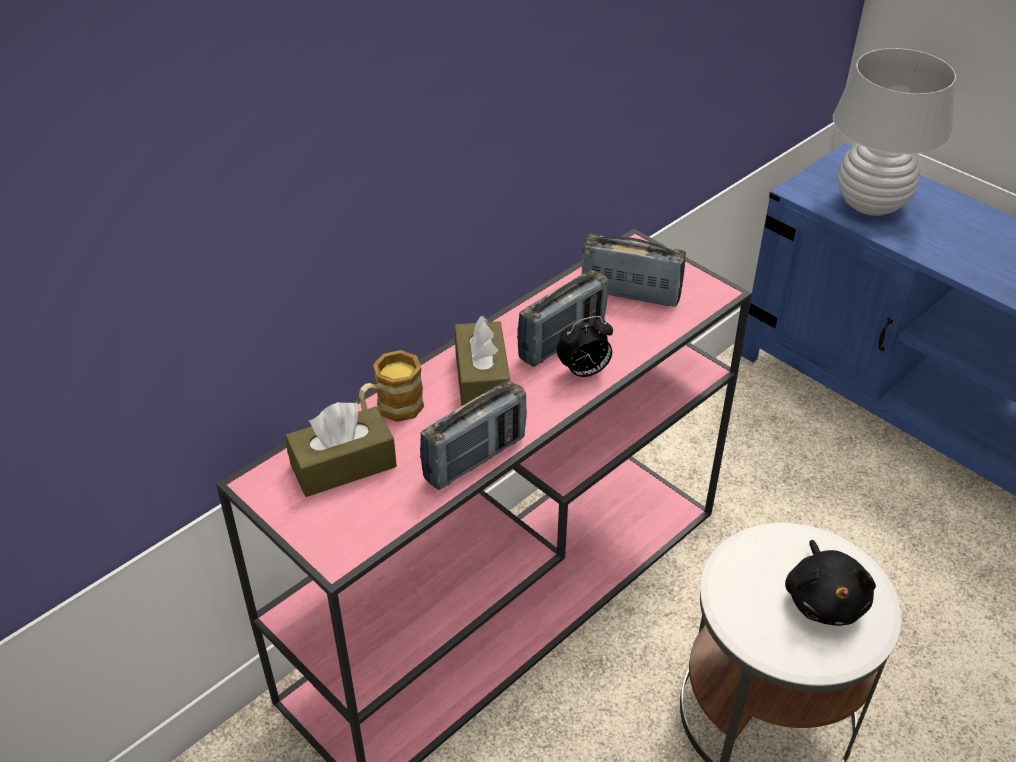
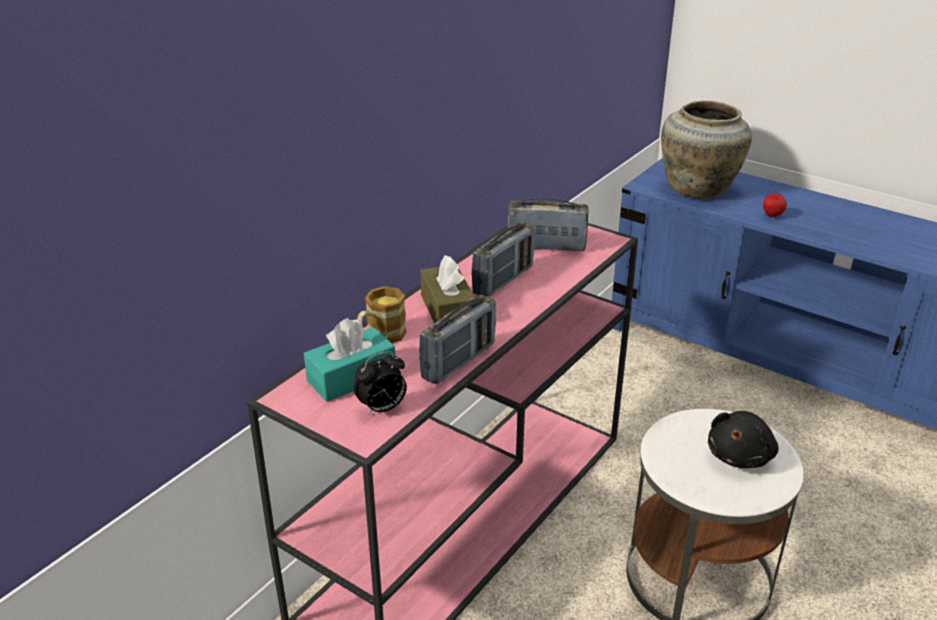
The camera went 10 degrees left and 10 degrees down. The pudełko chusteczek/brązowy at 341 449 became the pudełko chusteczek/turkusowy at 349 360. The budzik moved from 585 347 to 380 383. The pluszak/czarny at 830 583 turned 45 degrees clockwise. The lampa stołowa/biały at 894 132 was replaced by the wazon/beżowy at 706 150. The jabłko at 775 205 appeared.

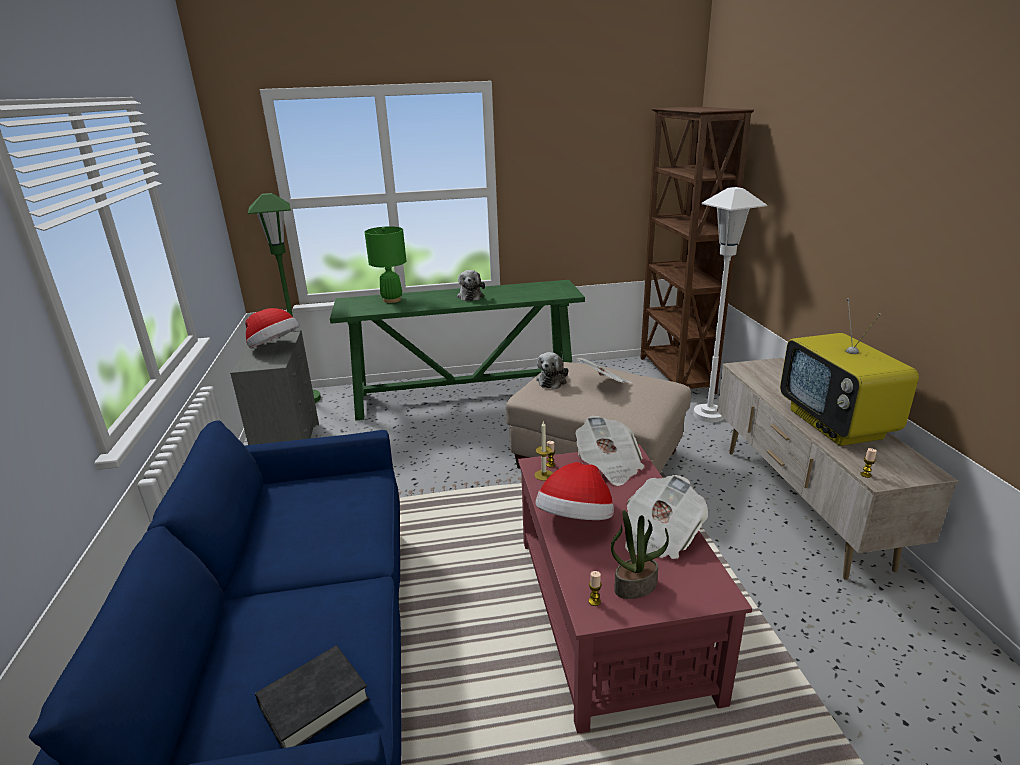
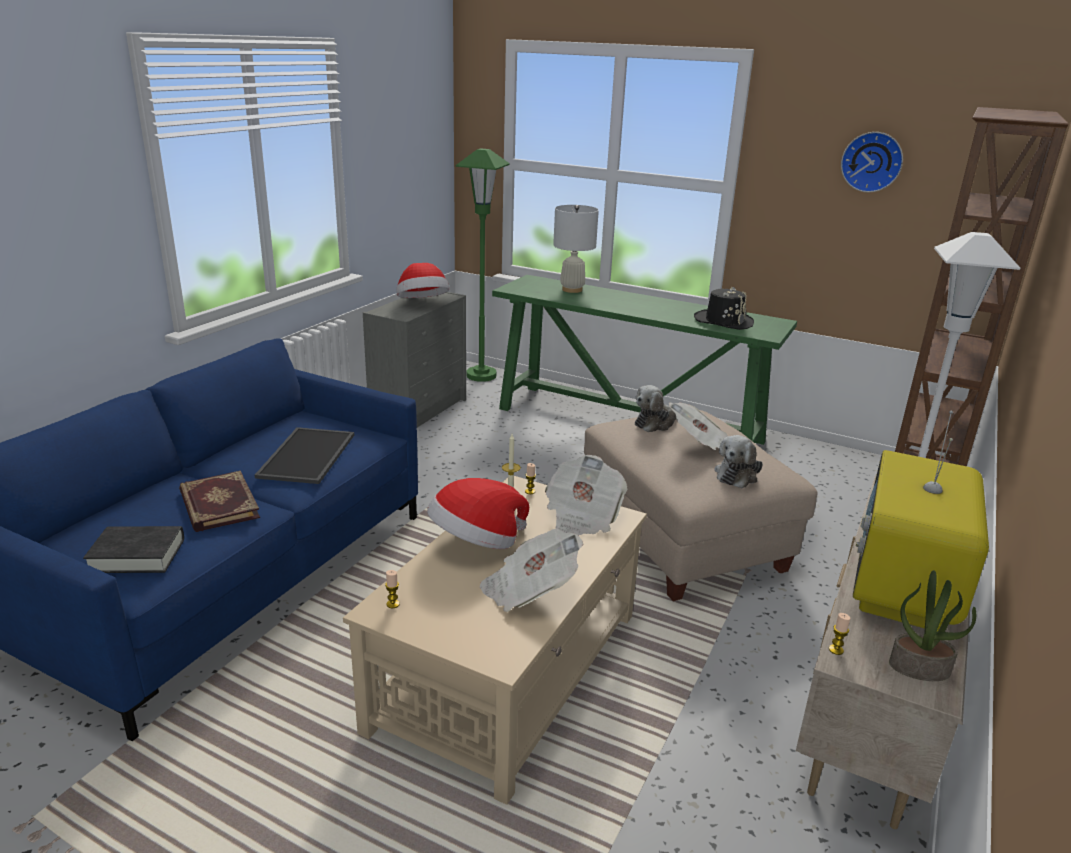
The camera went 35 degrees right and 0 degrees up. The lampa stołowa/zielony at 385 264 became the lampa stołowa/biały at 576 249. The pluszak moved from 471 285 to 738 461. The ława/czerwony at 635 589 became the ława/beżowy at 495 640. The roślina doniczkowa moved from 640 554 to 932 625. The książka at 219 501 appeared. The taca at 304 455 appeared. The kapelusz/czarny at 724 308 appeared. The zegar ścienny at 872 162 appeared.

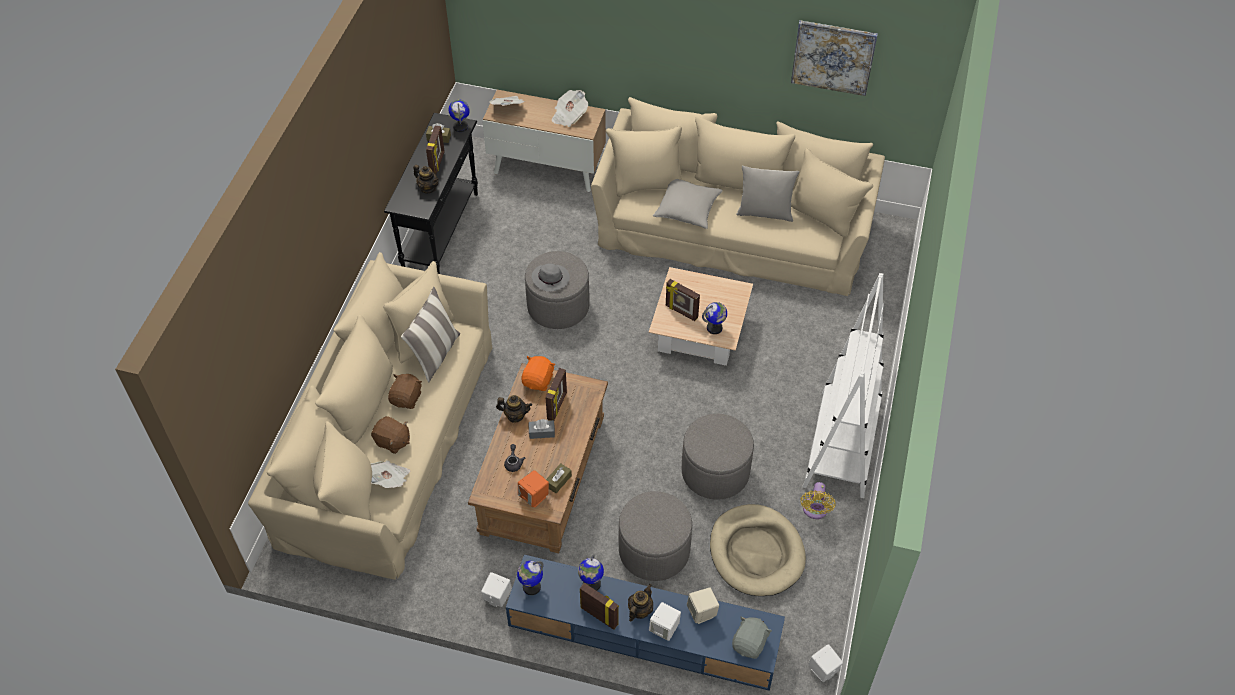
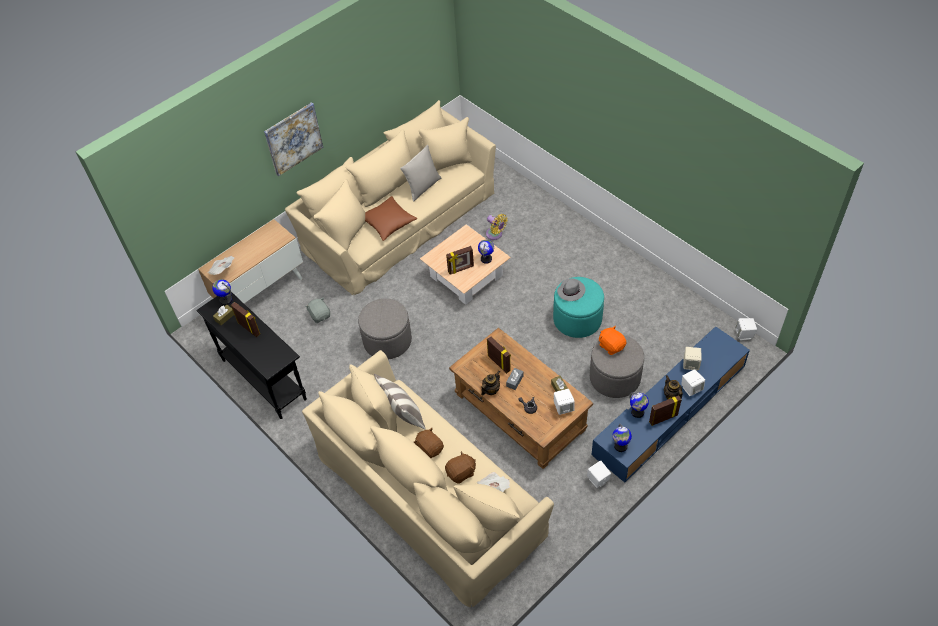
The camera went 55 degrees left and 0 degrees up. The imbryk at 426 179 disappeared. The głośnik/pomarańczowy at 533 489 became the głośnik/biały at 564 402. The pluszak/pomarańczowy moved from 538 373 to 613 340. The kapelusz/szary moved from 551 277 to 571 289. The gazeta at 569 108 disappeared. The poduszka/szary at 688 204 became the poduszka/brązowy at 391 218. The pufa/szary at 718 457 became the pufa/turkusowy at 578 307. The legowisko/beżowy at 758 550 disappeared. The pluszak/szary moved from 752 638 to 317 310. The obraz moved from 834 58 to 293 139. The wentylator/żółty moved from 818 500 to 497 227. The regał/biały at 843 385 disappeared.

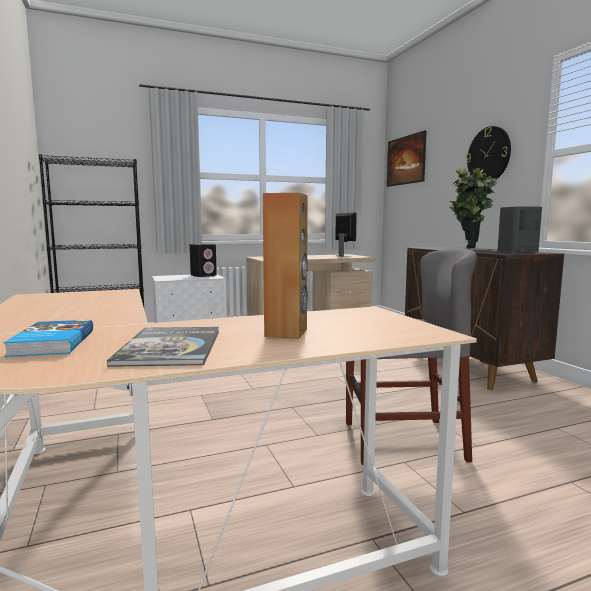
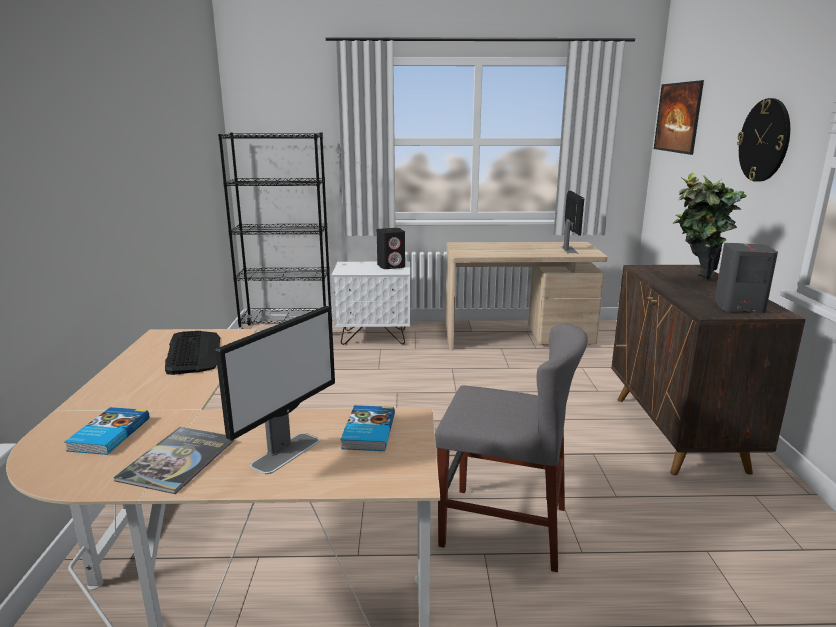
The camera went 20 degrees right and 10 degrees up. The głośnik/brązowy at 285 266 was replaced by the monitor at 275 390. The klawiatura at 192 353 appeared. The książka at 367 428 appeared.

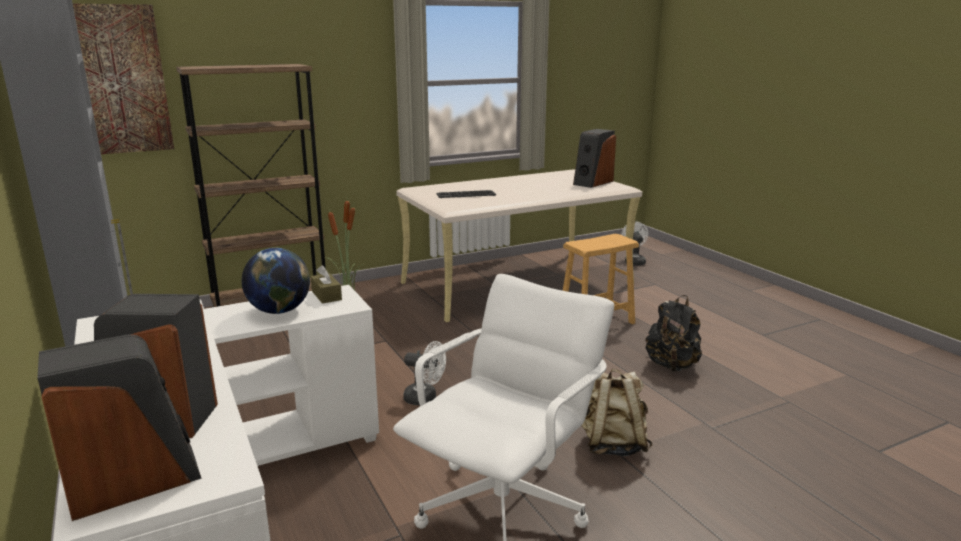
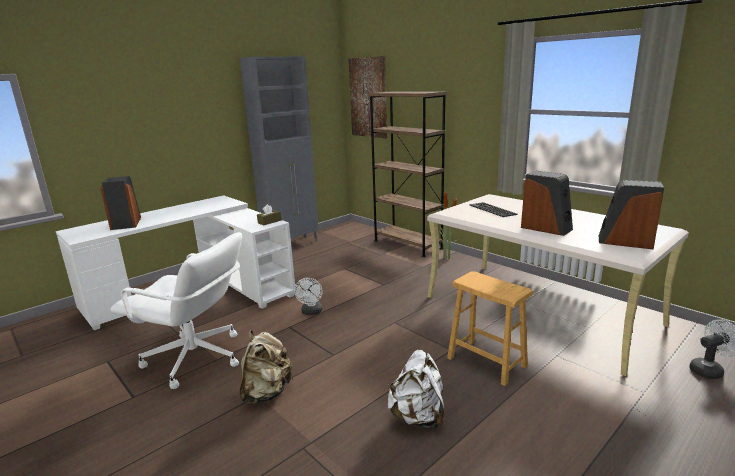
The camera went 75 degrees right and 0 degrees up. The głośnik moved from 119 427 to 547 203. The globus at 276 281 disappeared. The plecak/czarny at 673 333 became the plecak/biały at 416 389.

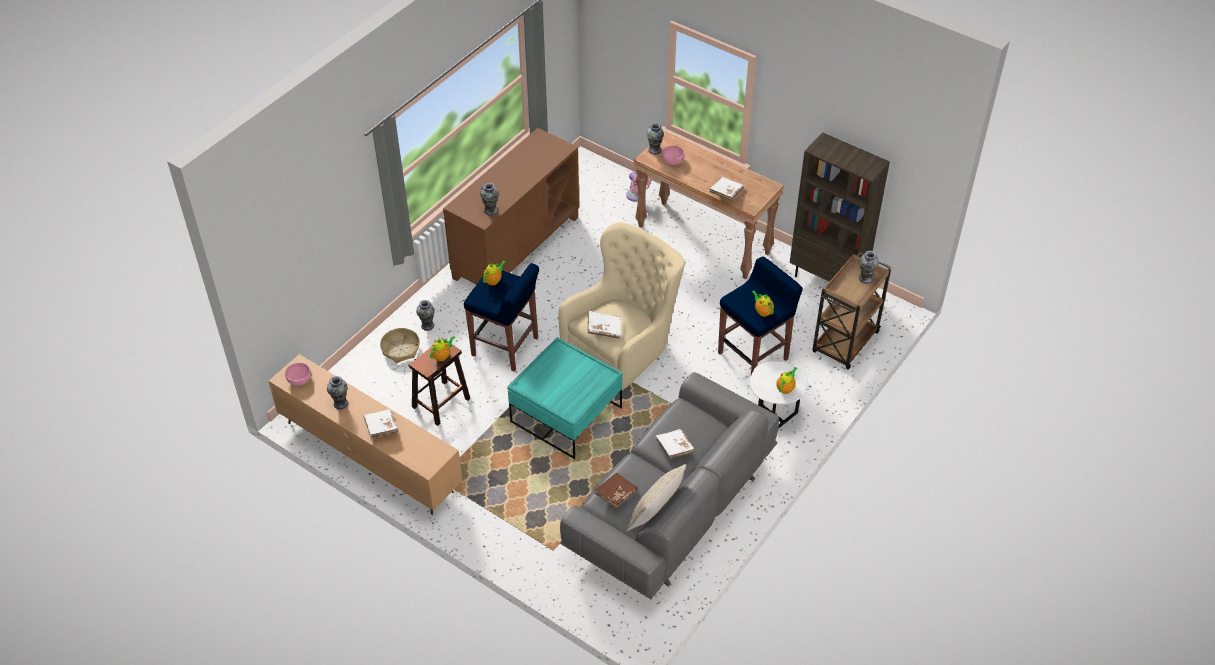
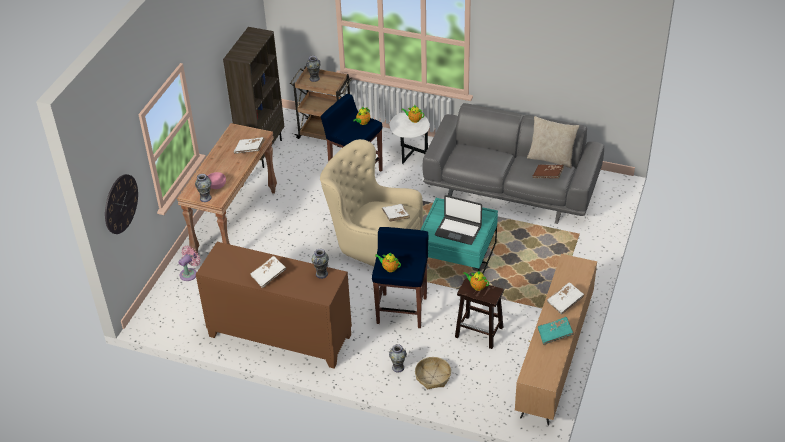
The camera went 105 degrees left and 5 degrees down. The miska/różowy at 298 374 disappeared. The wazon at 337 393 was replaced by the książka/turkusowy at 556 331. The książka/biały moved from 675 444 to 268 272. The zegar ścienny at 121 204 appeared. The laptop at 458 220 appeared.

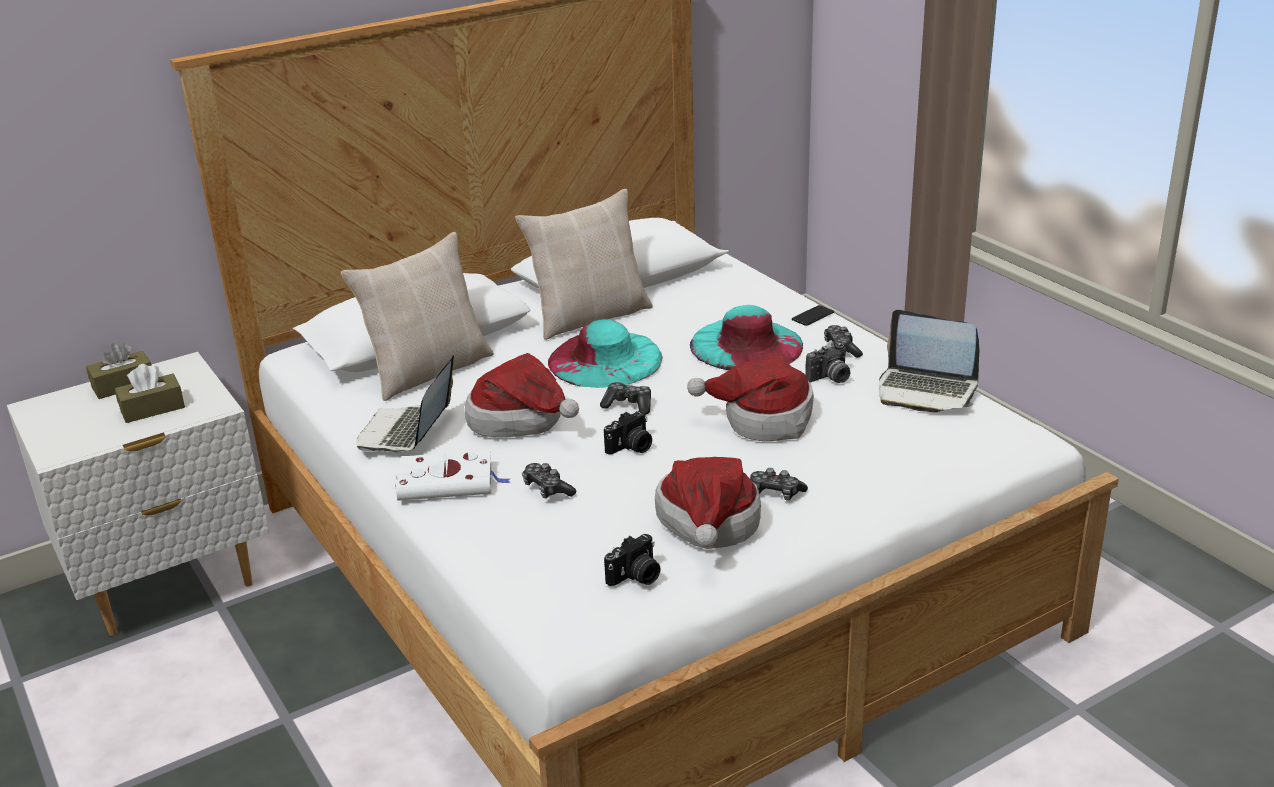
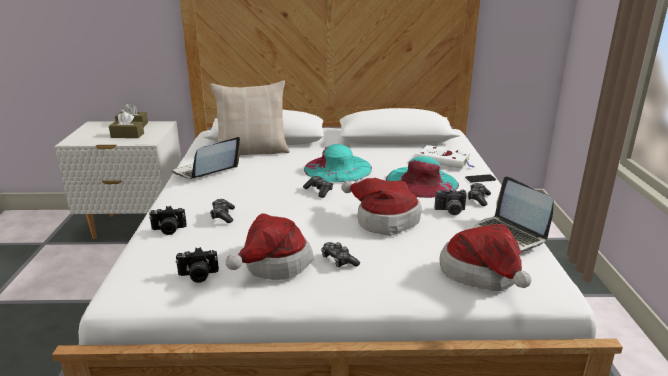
The camera went 30 degrees right and 5 degrees down. The książka/biały moved from 452 475 to 446 157. The kapelusz moved from 522 395 to 485 257. The poduszka/beżowy at 584 264 disappeared. The aparat fotograficzny moved from 628 433 to 168 220.

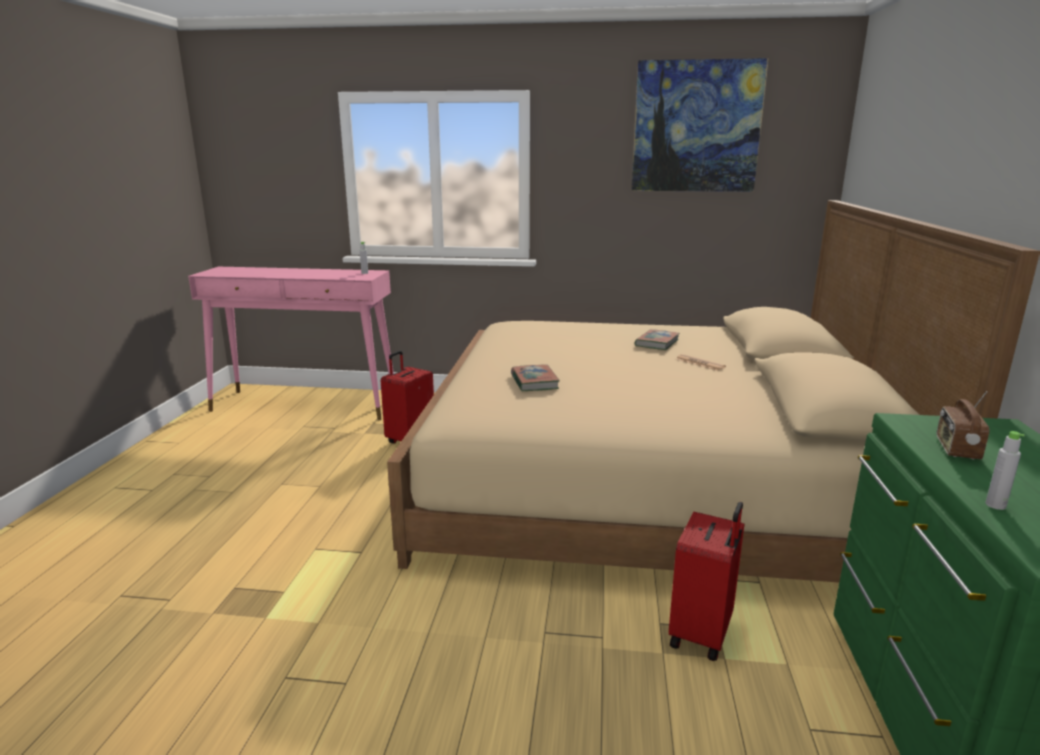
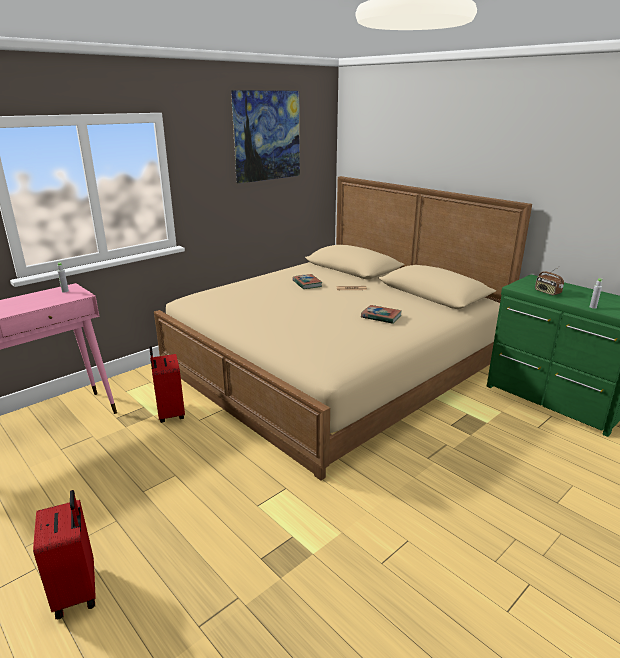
The camera went 50 degrees left and 5 degrees up. The książka moved from 535 378 to 381 314. The walizka/czerwony moved from 706 581 to 64 555.

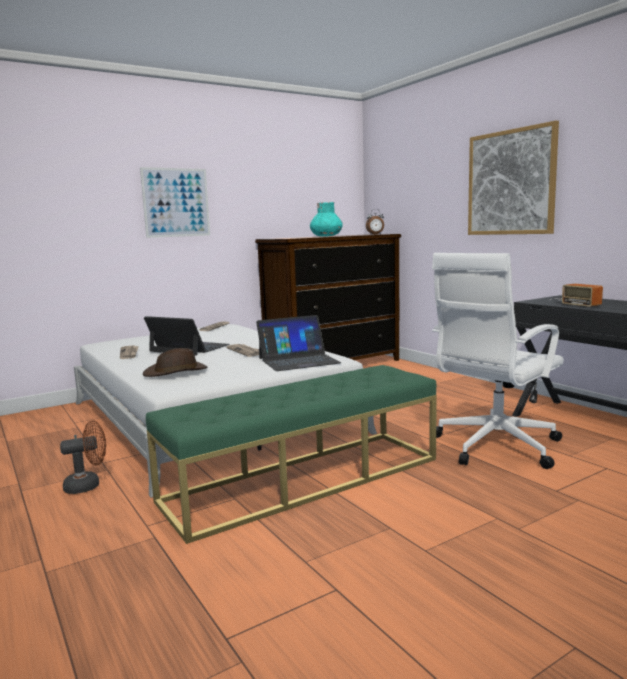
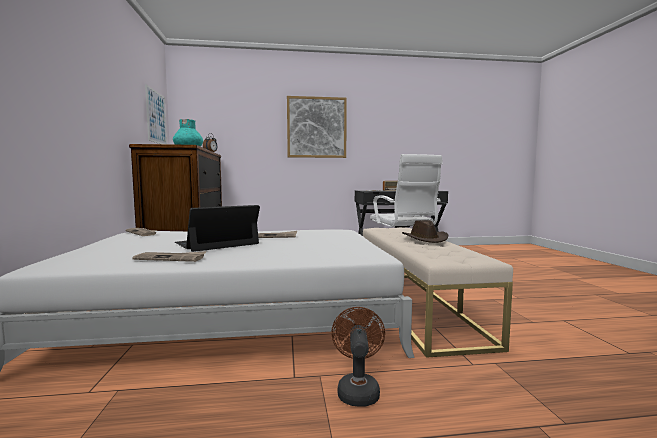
The camera went 65 degrees left and 5 degrees down. The obraz moved from 175 202 to 156 114. The kapelusz/brązowy moved from 175 362 to 425 231. The ławka/zielony at 291 454 became the ławka/beżowy at 438 292. The laptop at 298 343 disappeared.

